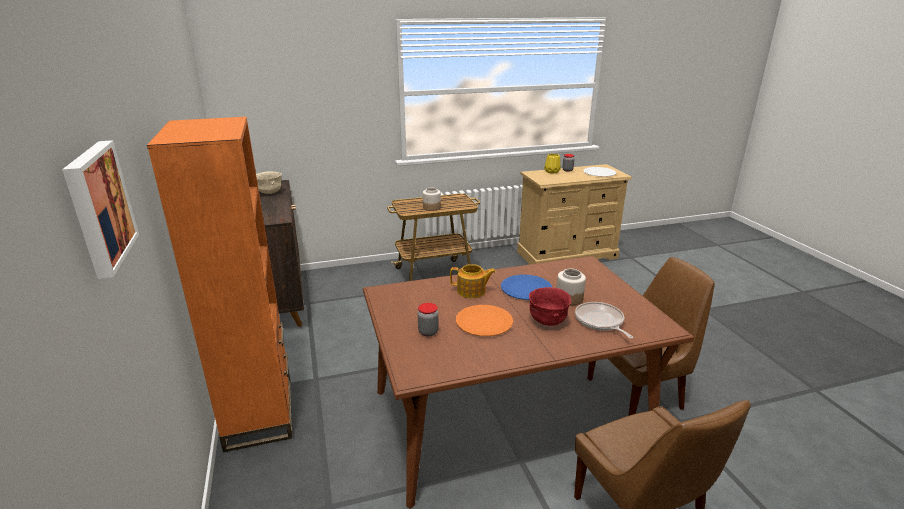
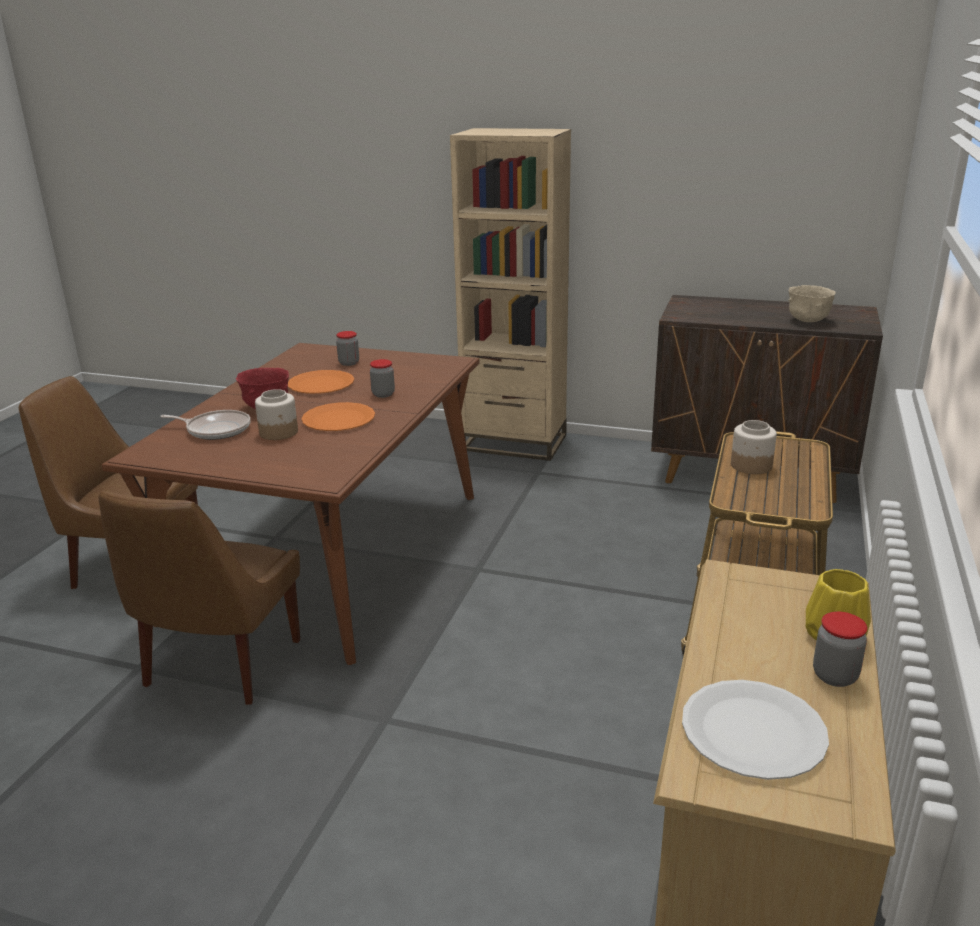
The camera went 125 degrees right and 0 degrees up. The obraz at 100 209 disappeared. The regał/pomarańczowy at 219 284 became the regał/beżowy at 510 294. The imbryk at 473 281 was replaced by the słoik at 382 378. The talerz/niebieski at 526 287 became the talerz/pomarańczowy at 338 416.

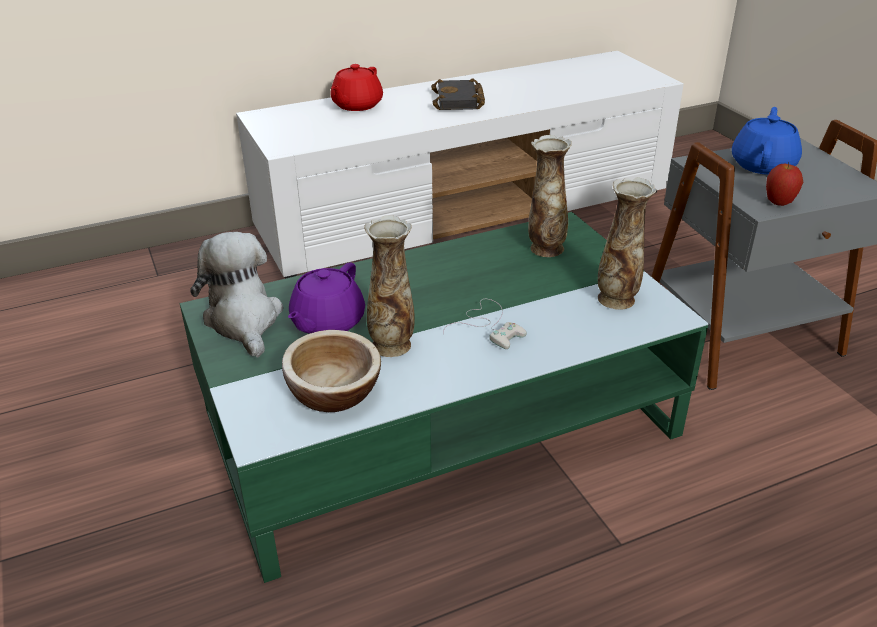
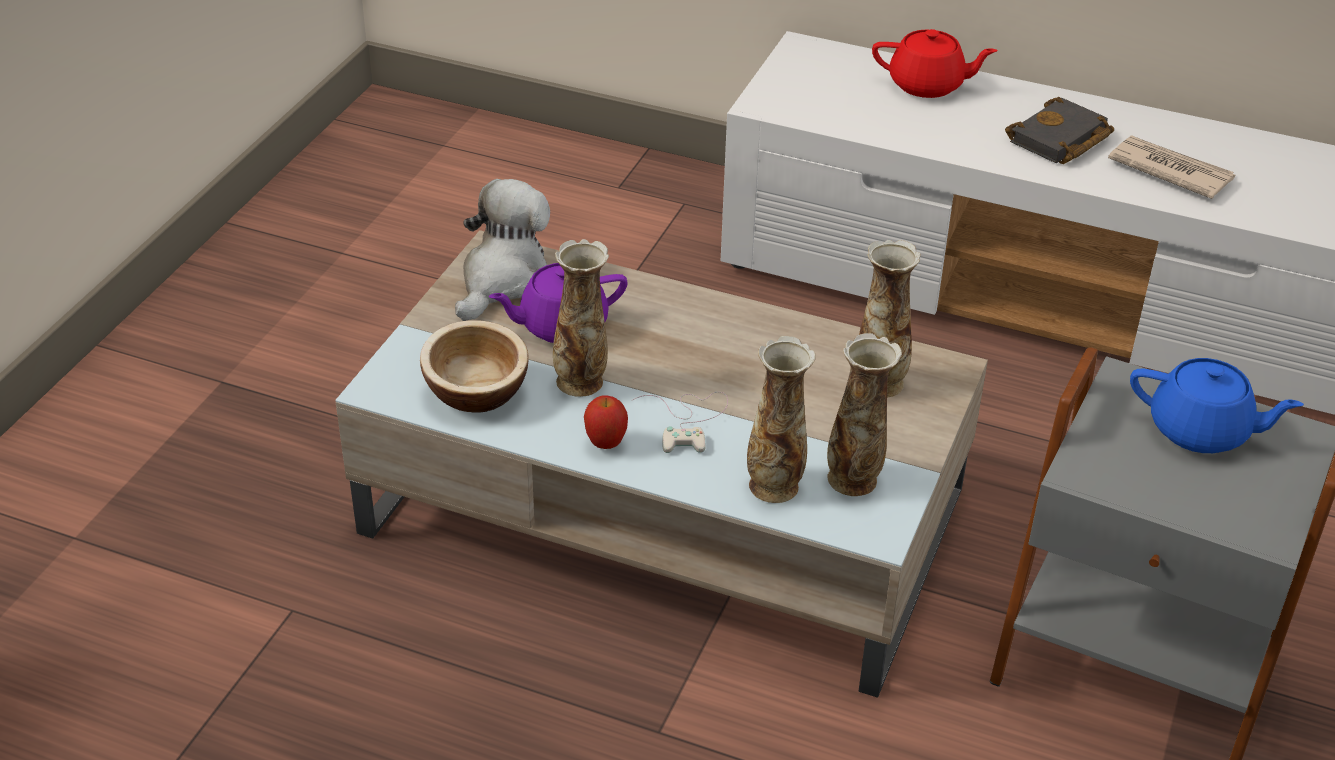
The camera went 45 degrees right and 5 degrees up. The ława/zielony at 444 397 became the ława/beżowy at 661 464. The imbryk/czerwony at 357 87 turned 150 degrees counterclockwise. The imbryk/niebieski at 767 141 turned 45 degrees clockwise. The jabłko moved from 784 184 to 606 422. The wazon at 781 419 appeared. The gazeta at 1171 167 appeared.

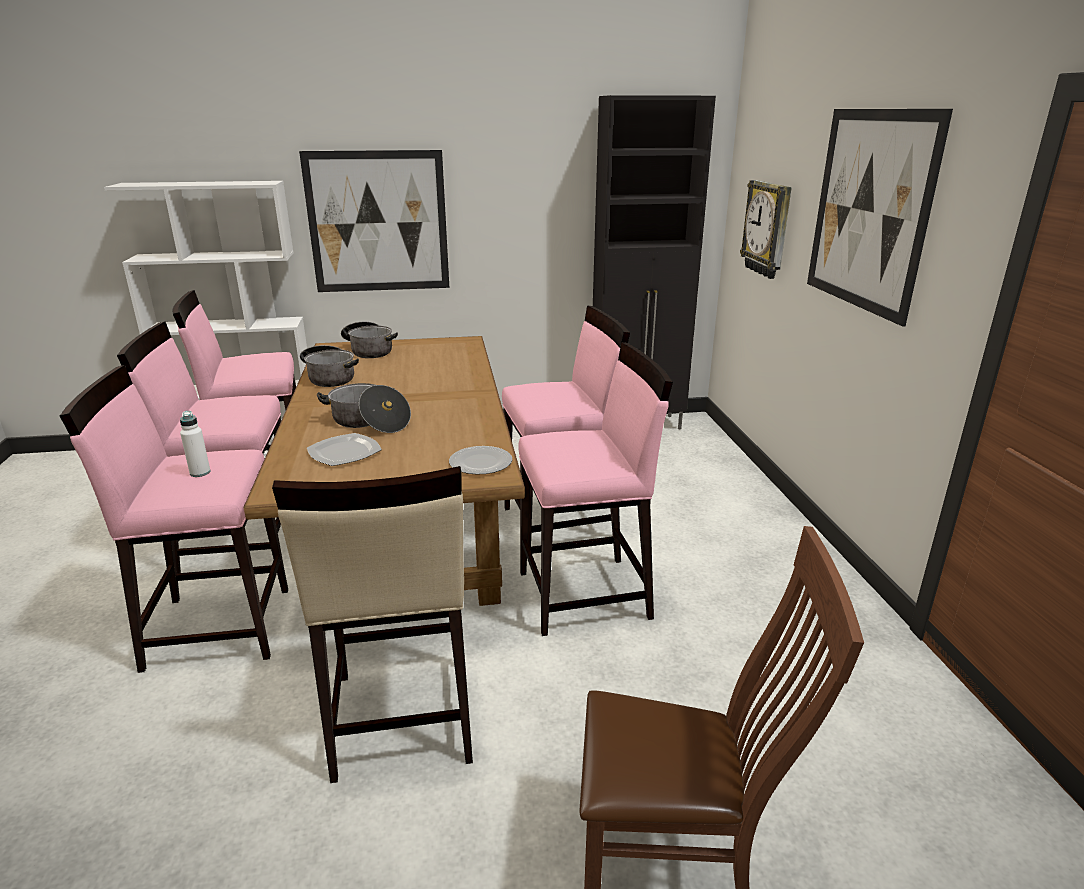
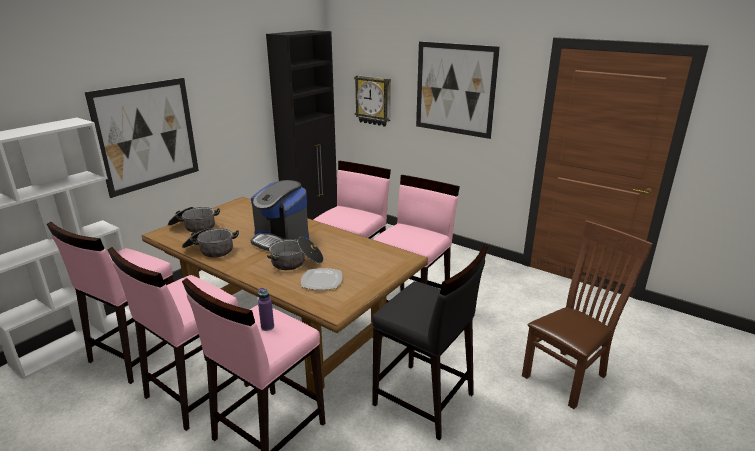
The camera went 45 degrees left and 0 degrees up. The butelka/biały at 195 444 became the butelka/fioletowy at 266 309. The stołek/beżowy at 372 624 became the stołek/czarny at 430 342. The talerz at 480 460 disappeared. The ekspres do kawy at 280 215 appeared.

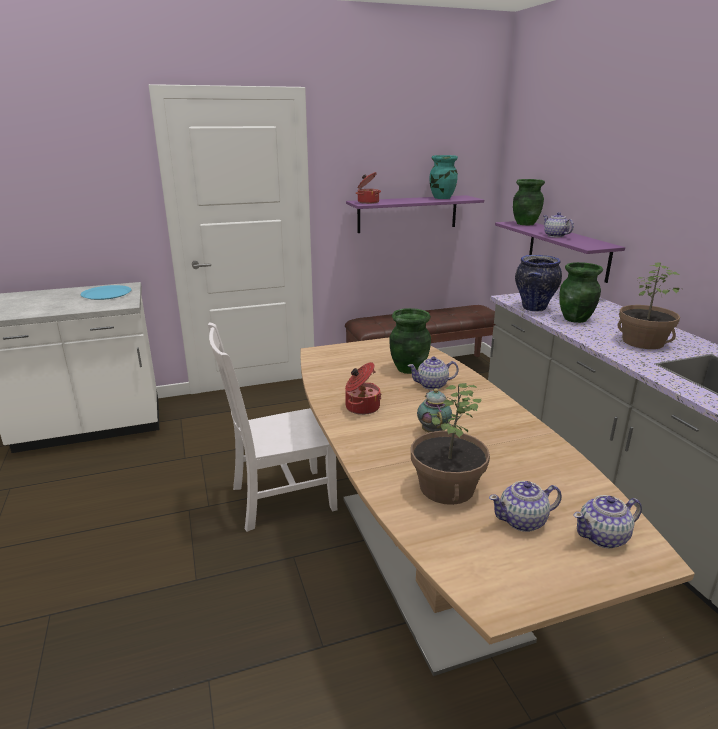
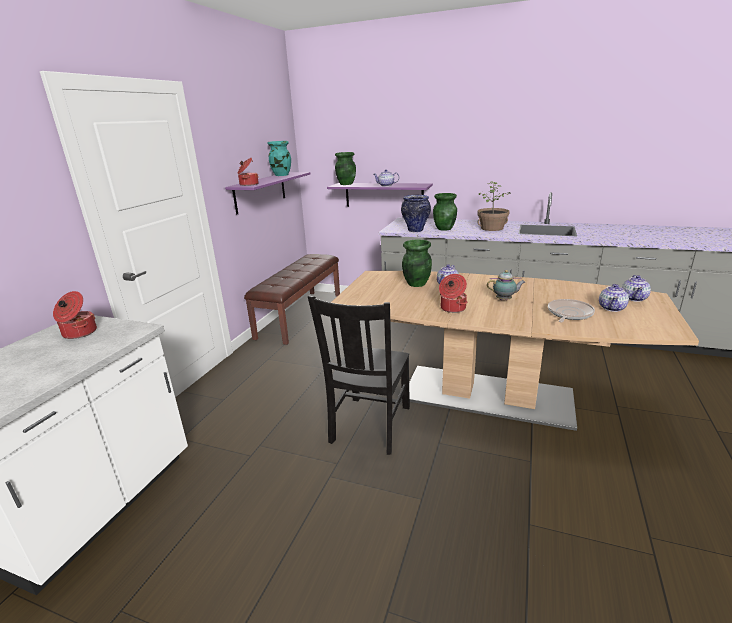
The camera went 50 degrees left and 0 degrees up. The talerz/niebieski at 106 292 was replaced by the garnek at 75 315. The krzesło/biały at 272 427 became the krzesło/czarny at 359 375. The roślina doniczkowa at 450 444 was replaced by the patelnia at 571 311. The imbryk at 434 410 turned 150 degrees clockwise.

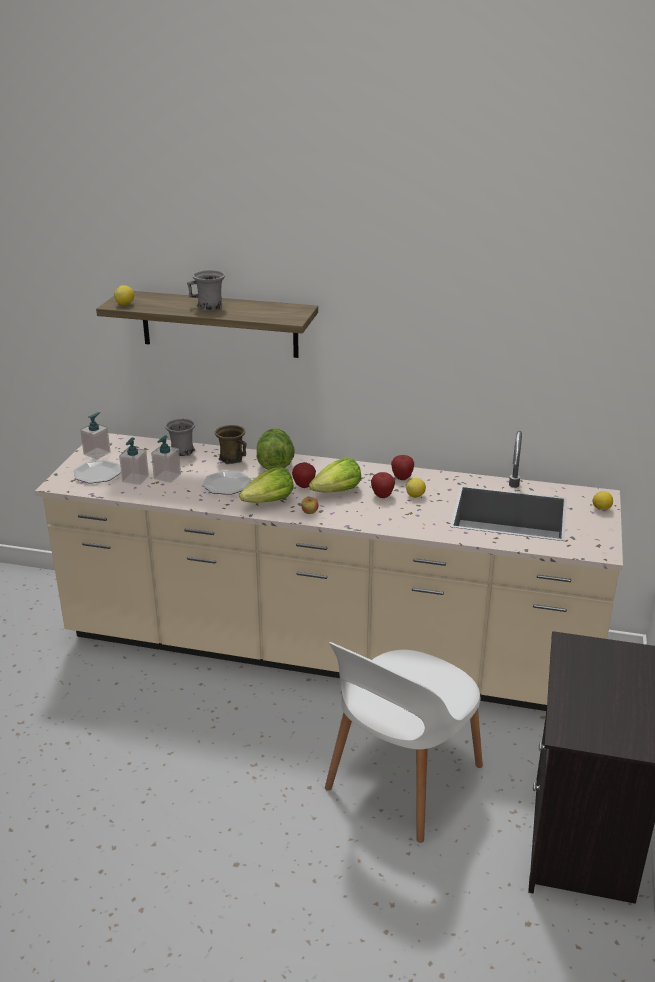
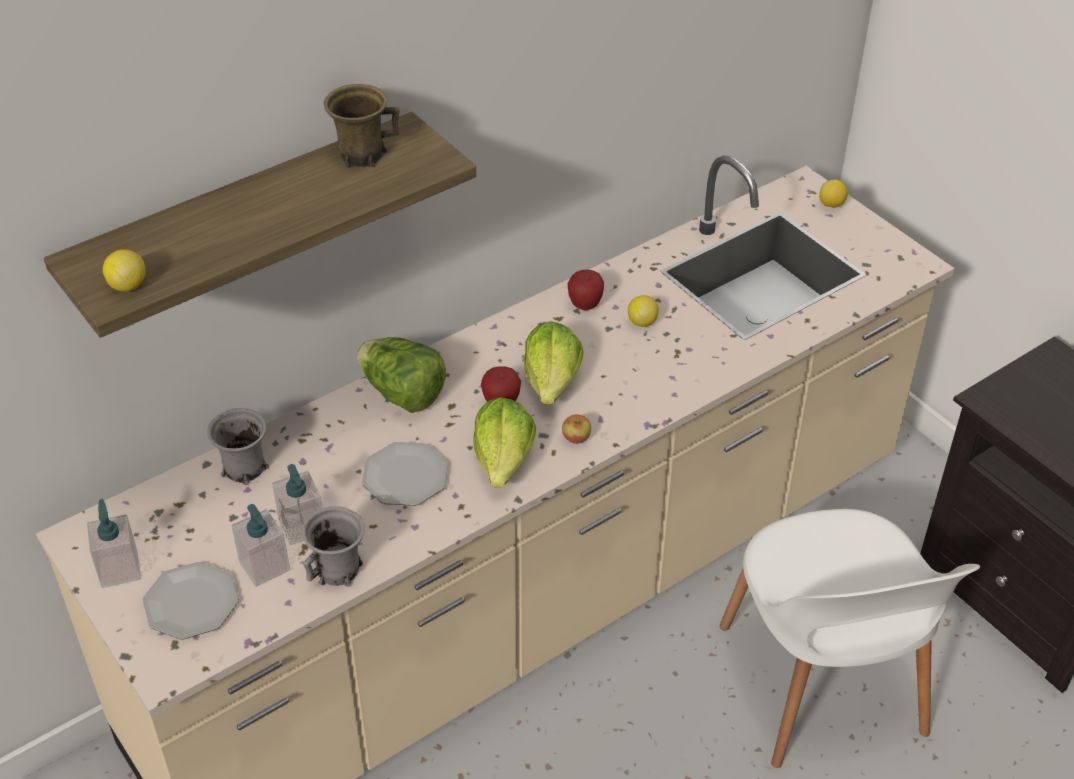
The camera went 50 degrees left and 15 degrees up. The kubek/szary moved from 206 290 to 333 546. The kubek/brązowy moved from 231 444 to 362 126. The jabłko at 383 485 disappeared.

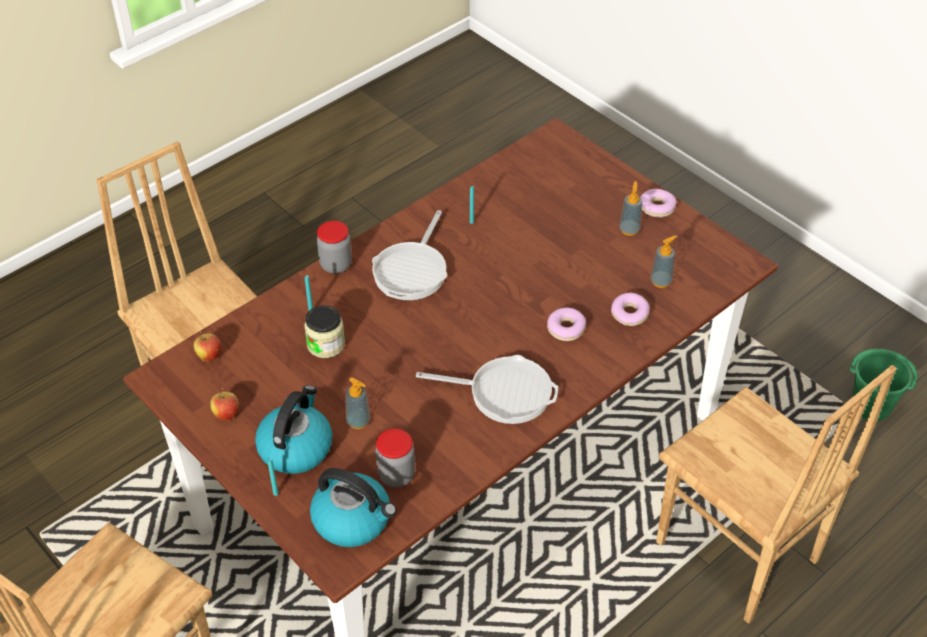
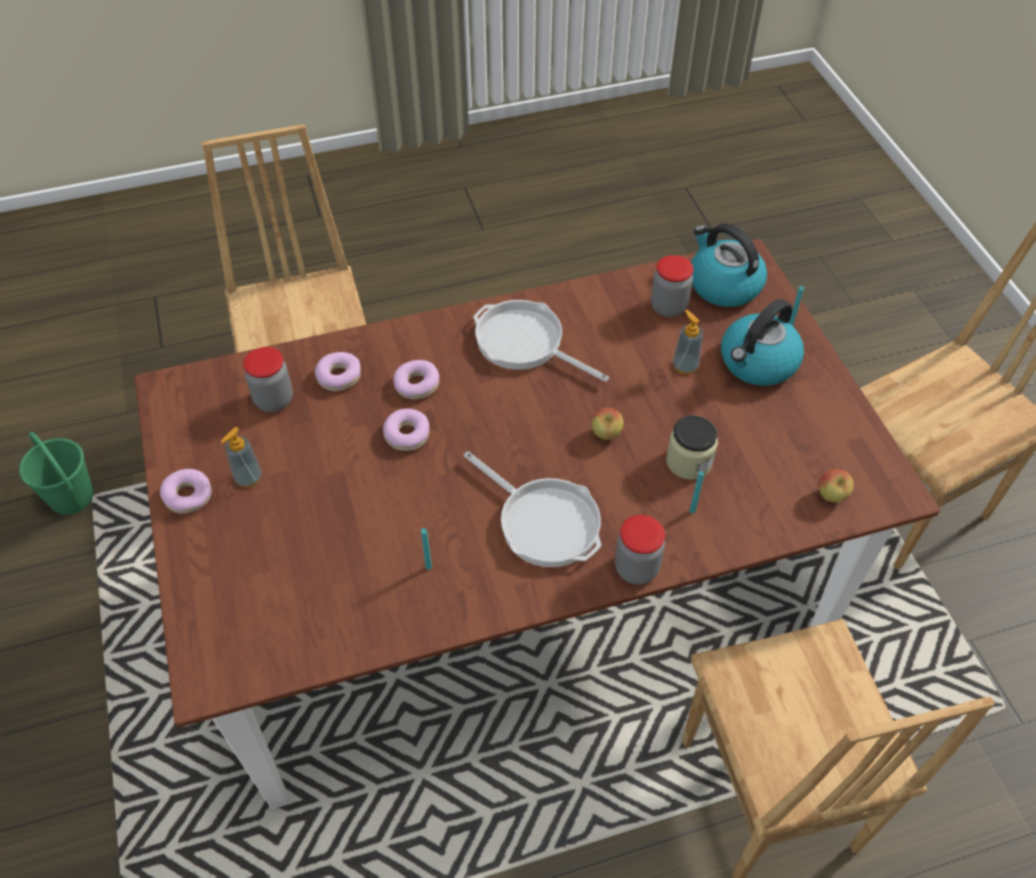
The camera went 155 degrees left and 5 degrees up. The jabłko moved from 224 404 to 608 424. The patelnia at 409 255 turned 90 degrees clockwise. The dozownik mydła at 664 261 was replaced by the słoik at 268 379. The donut at 406 430 appeared.

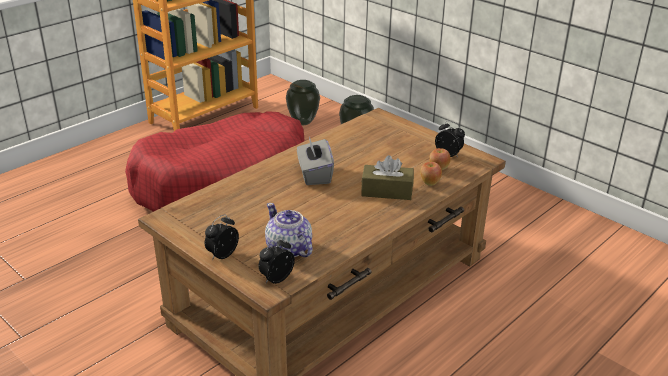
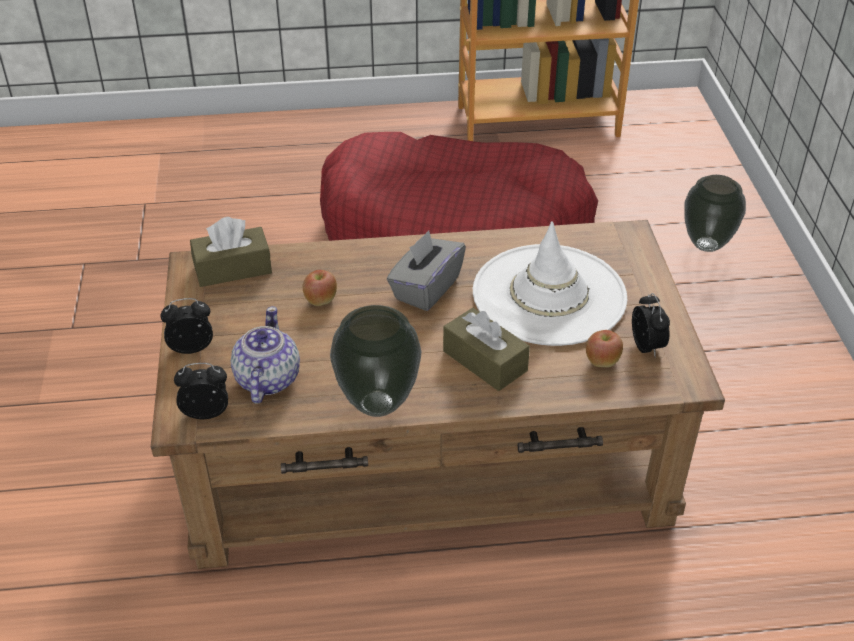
The camera went 40 degrees right and 10 degrees up. The wazon moved from 303 102 to 375 361. The jabłko moved from 431 174 to 320 288. The pudełko chusteczek/brązowy at 231 252 appeared. The kapelusz/biały at 550 283 appeared.

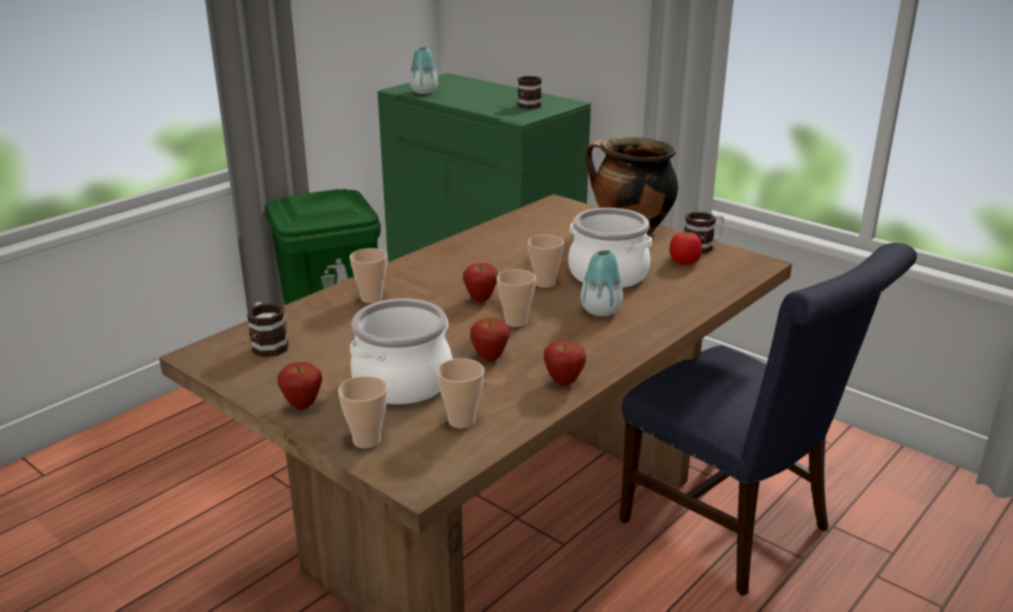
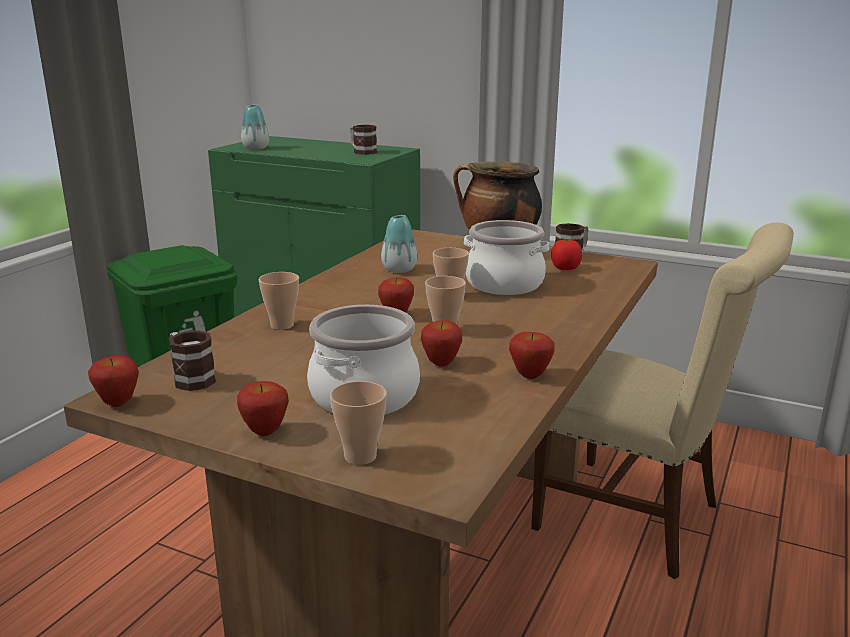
The camera went 15 degrees left and 5 degrees down. The filiżanka at 460 393 disappeared. The wazon moved from 602 283 to 399 244. The krzesło/niebieski at 768 419 became the krzesło/beżowy at 662 401. The jabłko at 113 381 appeared.

